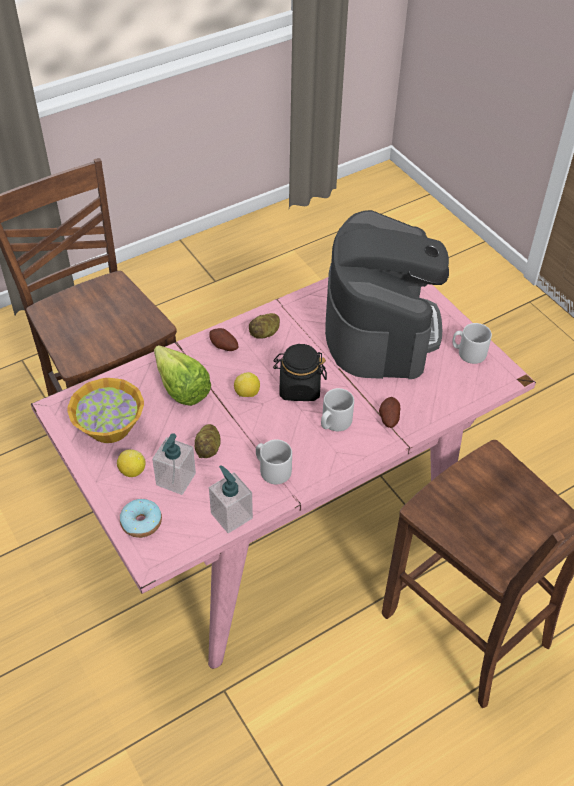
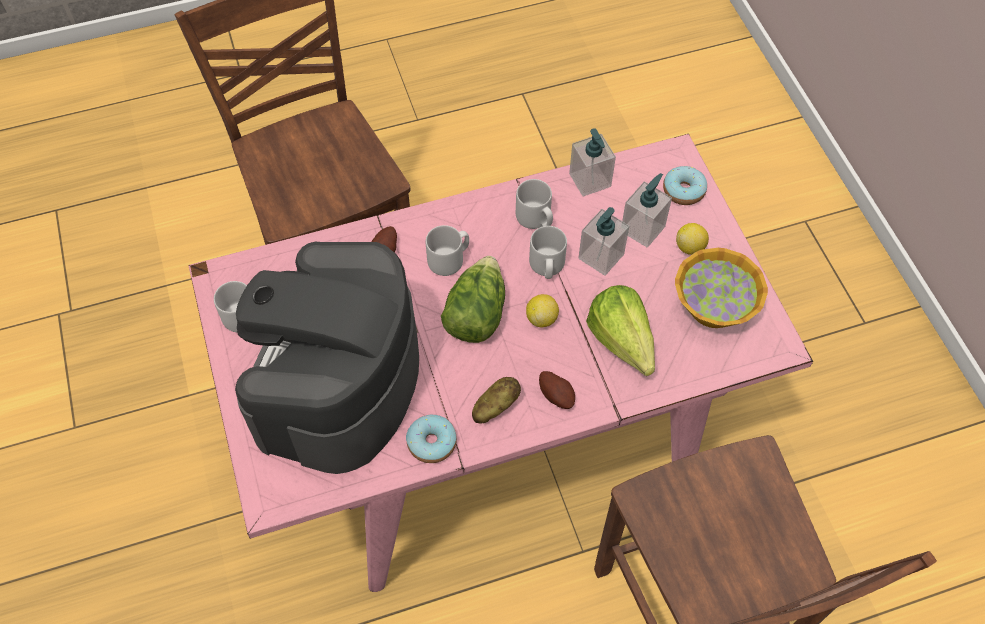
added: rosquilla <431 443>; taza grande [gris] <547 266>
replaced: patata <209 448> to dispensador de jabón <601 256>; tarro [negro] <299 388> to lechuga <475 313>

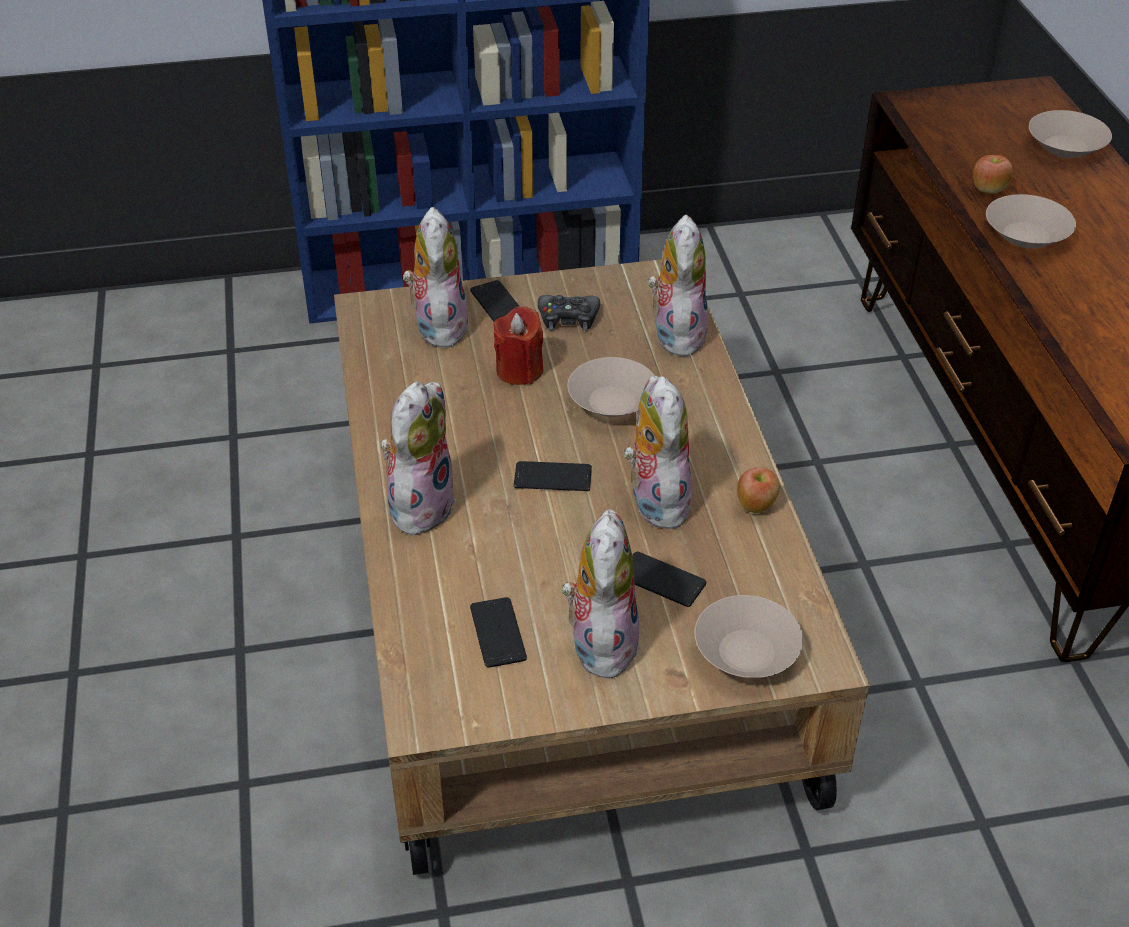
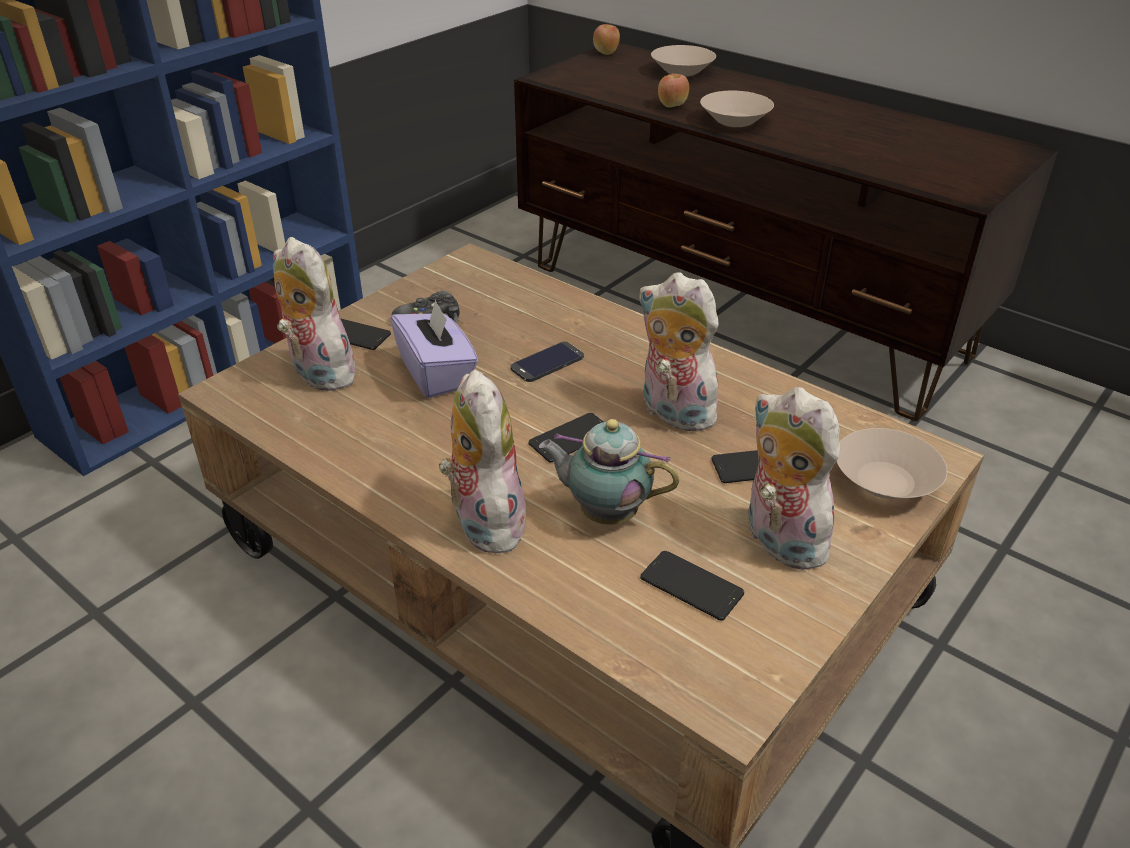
removed: peluche <676 333>
added: tetera <604 513>
moved: manzana <756 506> to <606 53>
replaced: vela [rojo] <519 370> to caja de pañuelos [morado] <437 374>; cuenco [beis] <613 404> to móvil <547 362>

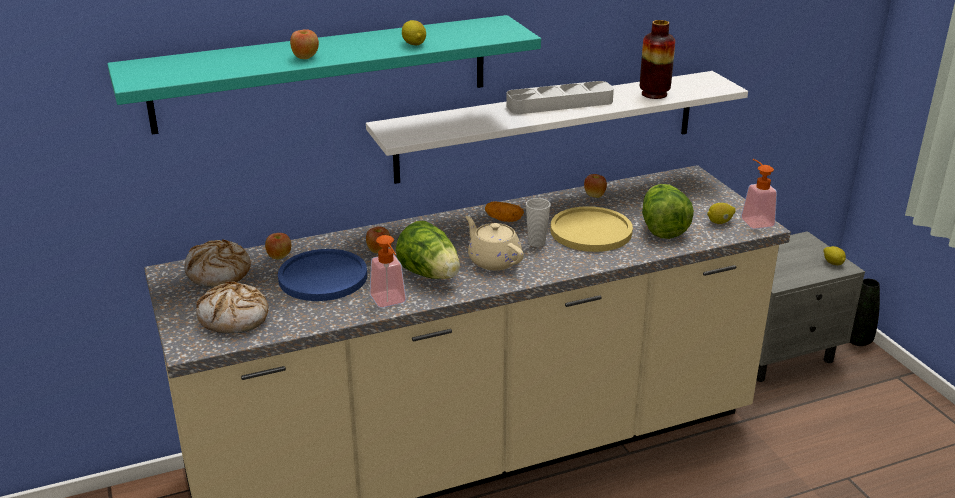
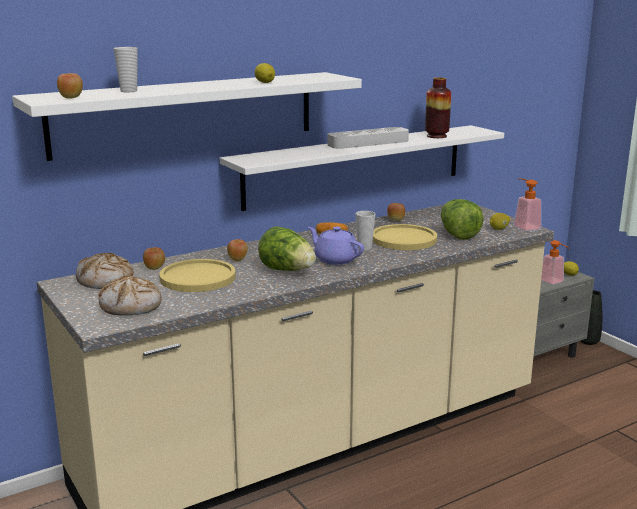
added: taza <128 91>
moved: manzana <305 57> to <71 98>; dispensador de jabón <390 302> to <554 282>
recoloured: estante [turquesa] <323 73> to estante [blanco] <186 113>; plato [azul] <323 277> to plato [amarillo] <198 277>; tetera [beis] <493 260> to tetera [morado] <335 259>

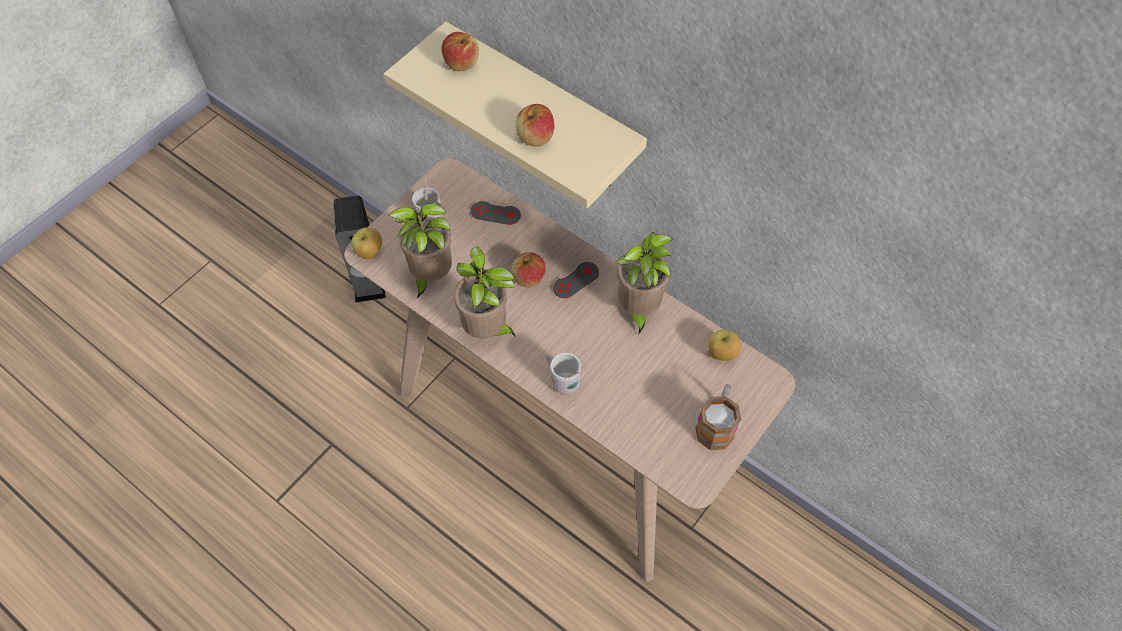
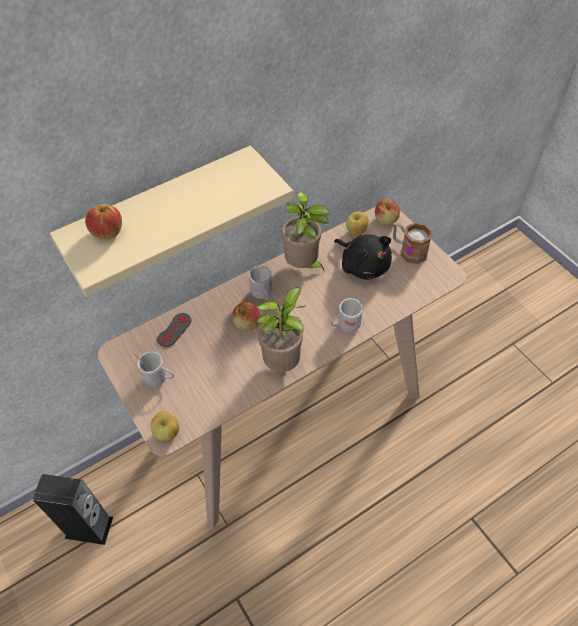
removed: planta en maceta <430 276>
added: peluche [negro] <363 265>
moved: manzana <535 137> to <386 220>
replaced: mando de consola [gris] <576 280> to taza grande [blanco] <262 295>

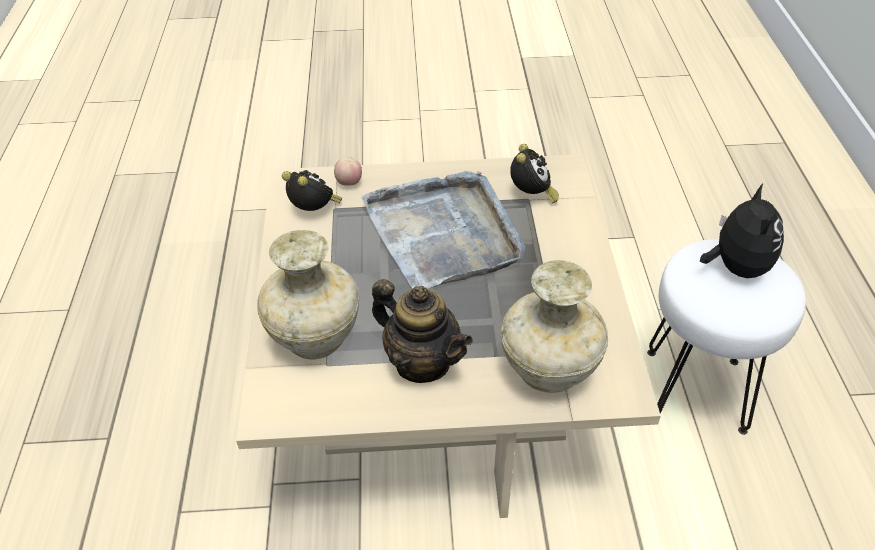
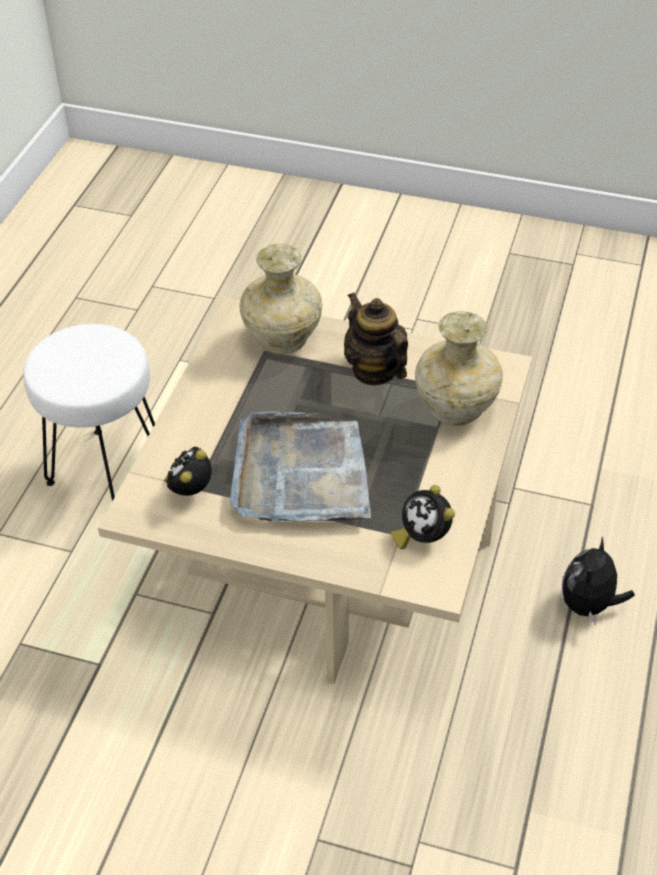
removed: manzana <349 183>
moved: peluche <735 267> to <589 605>

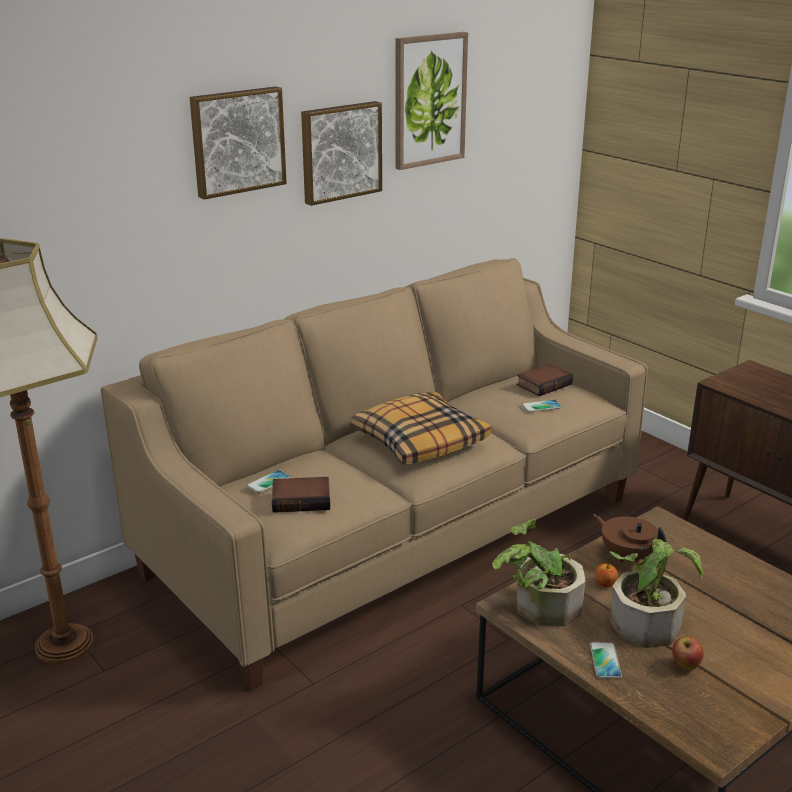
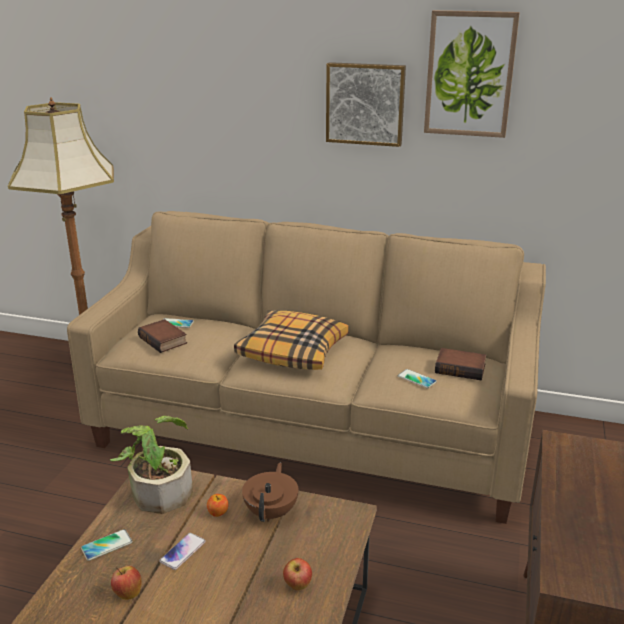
removed: cuadro <237 141>
added: manzana <297 586>
replaced: planta en maceta <648 619> to móvil <183 552>

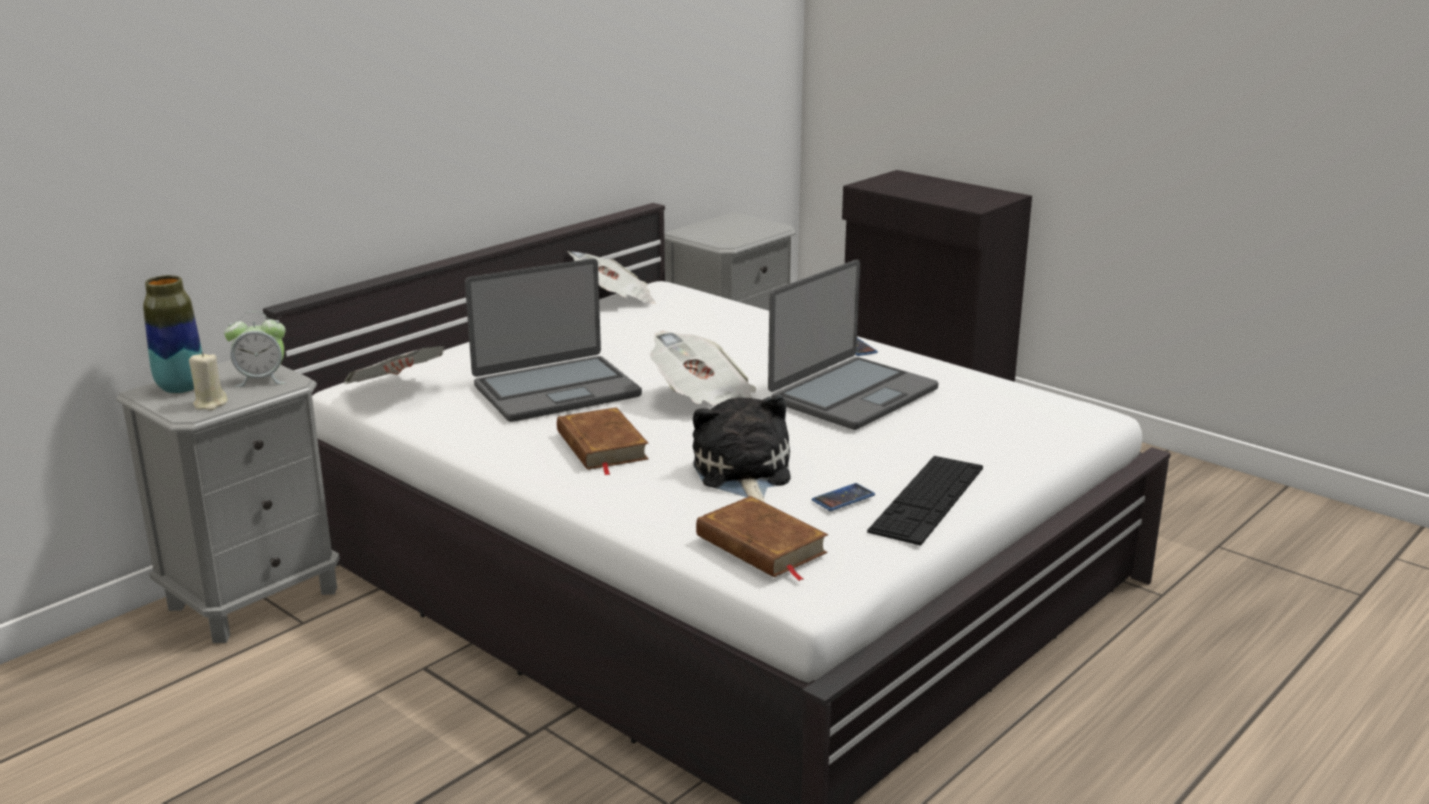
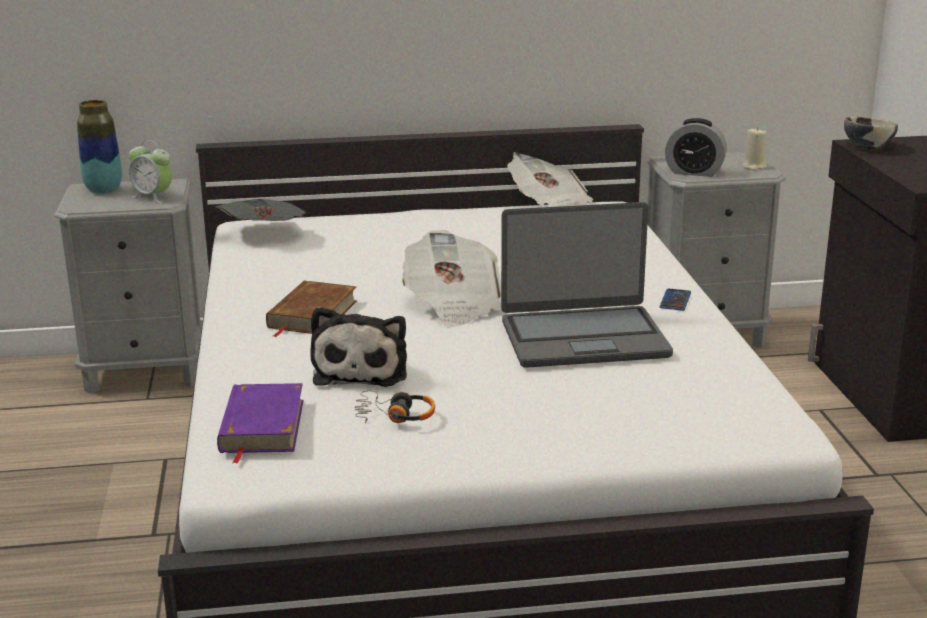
removed: portátil <555 390>; teclado <927 499>
added: despertador <694 172>; cuenco <867 147>
moved: vela [beis] <210 404> to <754 167>
replaced: móvil <843 498> to auriculares <394 416>
recoloured: libro [marrón] <760 545> to libro [morado] <261 426>
turned: peluche <742 474> = <362 370> 150 degrees clockwise

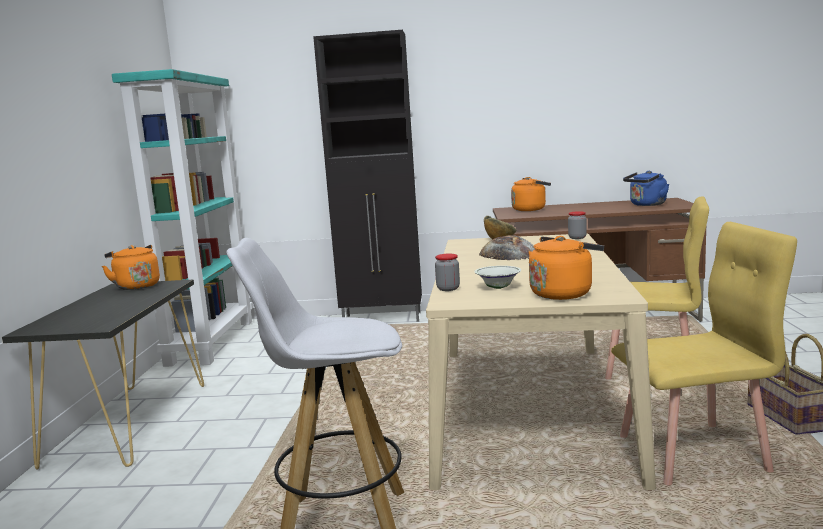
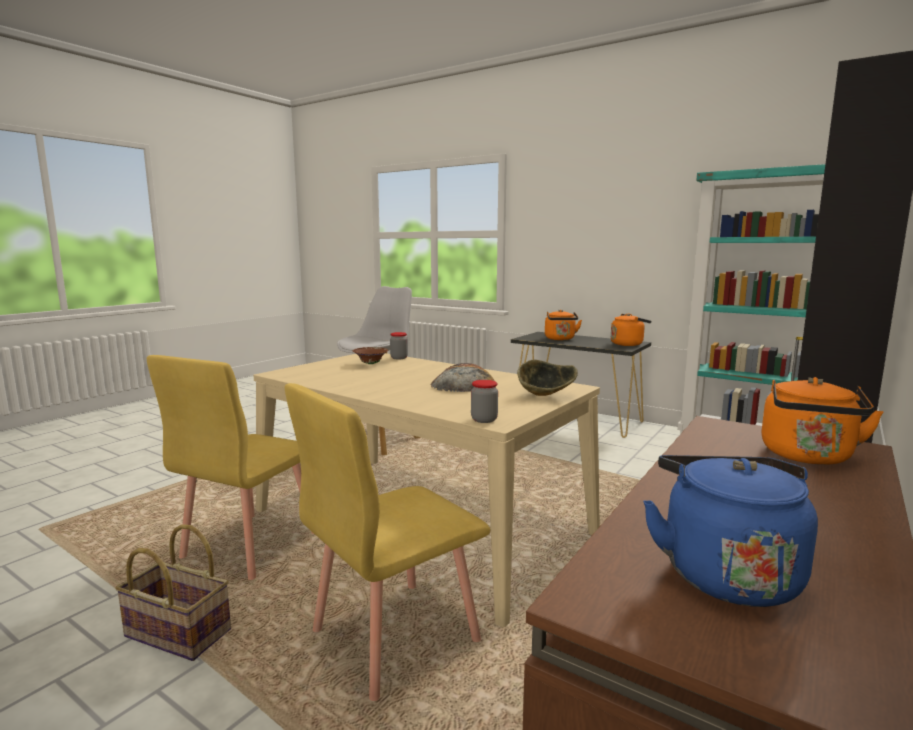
moved: hervidor [naranja] <563 293> to <560 339>
recoloured: cuenco [blanco] <498 288> to cuenco [marrón] <370 363>

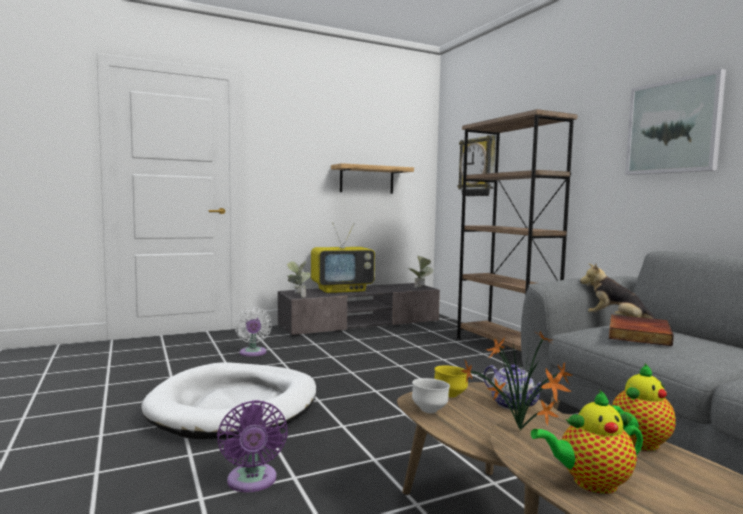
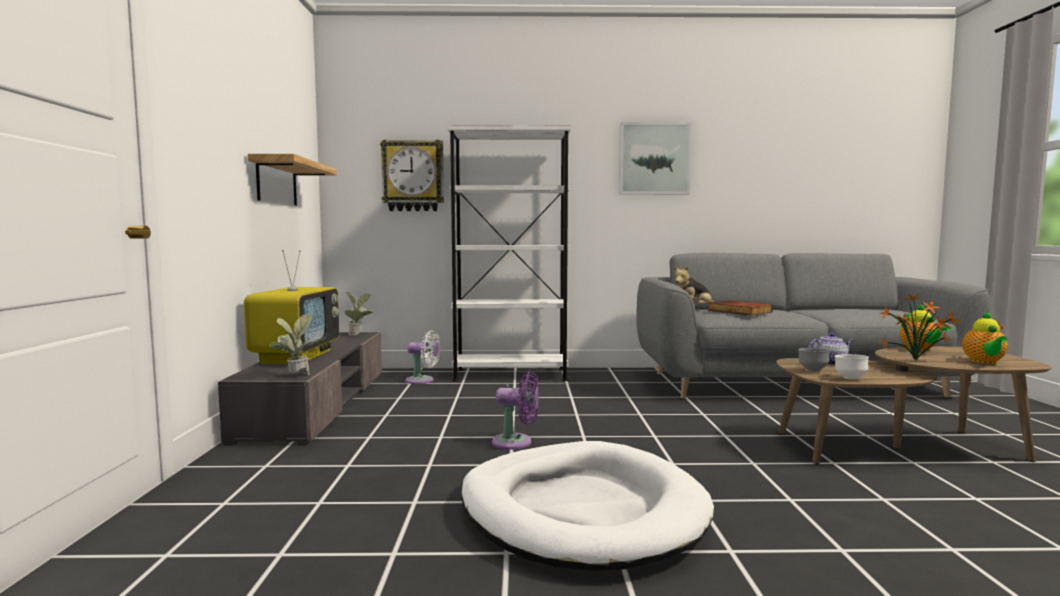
moved: ventilador [morado] <252 482> to <516 442>; ventilador [blanco] <253 353> to <422 381>
recoloured: cuenco [amarillo] <450 395> to cuenco [gris] <812 370>; estantería [marrón] <504 349> to estantería [blanco] <510 375>

